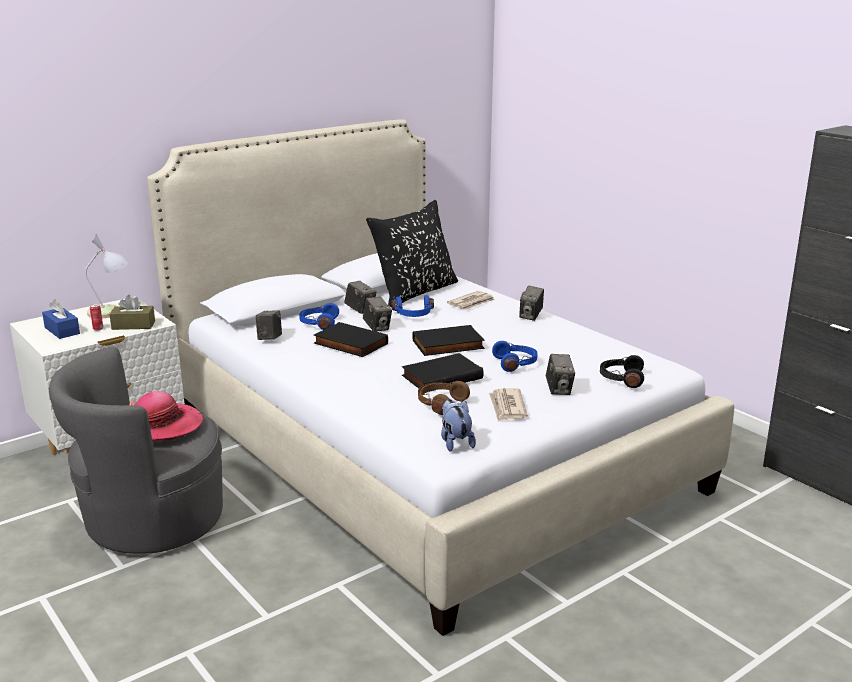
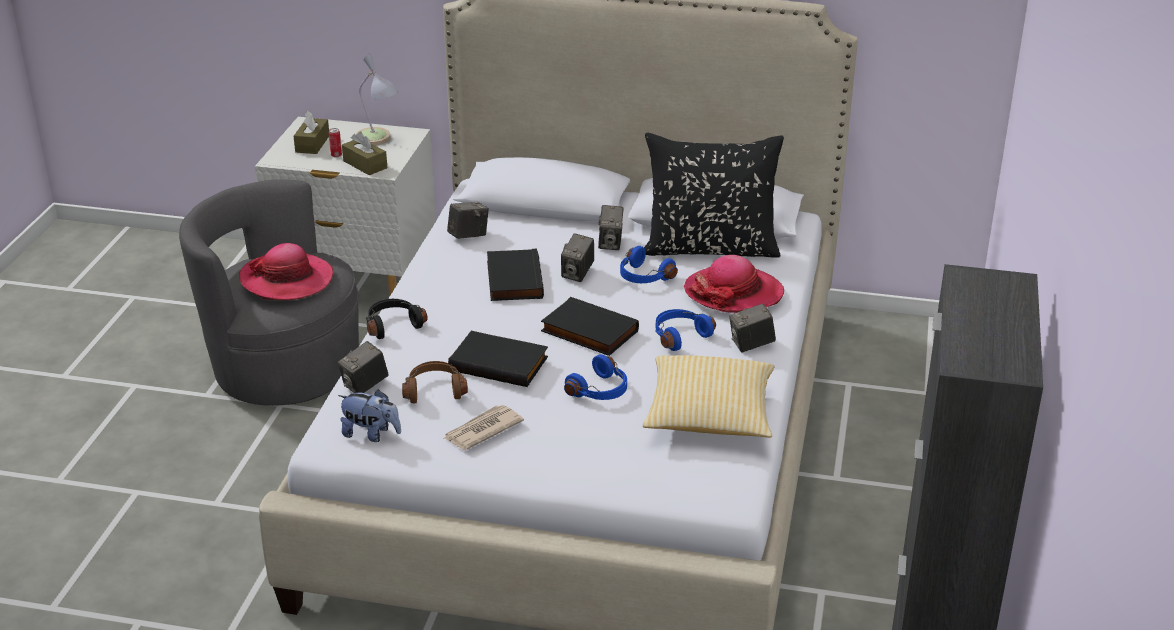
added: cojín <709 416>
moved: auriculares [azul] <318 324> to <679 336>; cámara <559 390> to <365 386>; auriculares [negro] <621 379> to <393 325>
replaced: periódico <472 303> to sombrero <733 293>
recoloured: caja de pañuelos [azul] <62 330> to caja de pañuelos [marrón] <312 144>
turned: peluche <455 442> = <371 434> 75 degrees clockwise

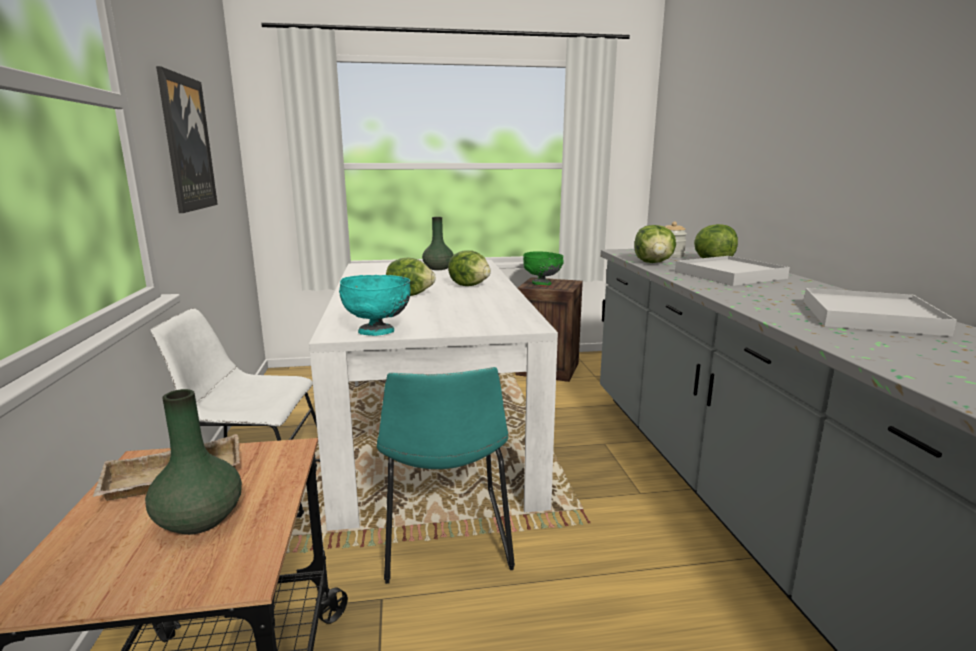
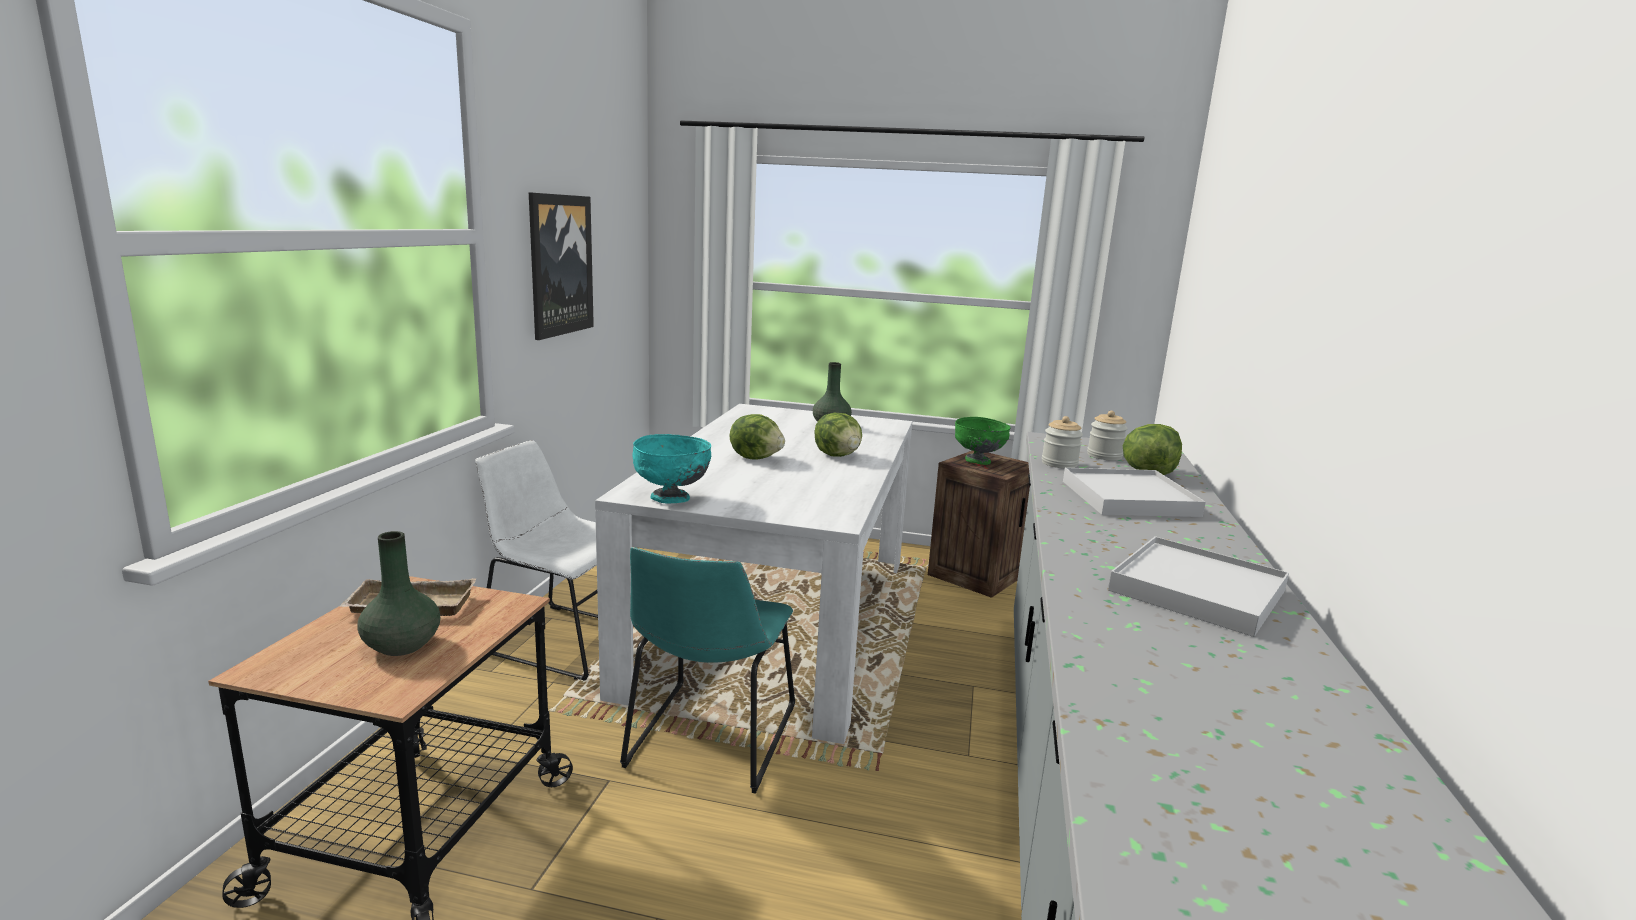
replaced: lechuga <653 263> to tarro <1059 463>

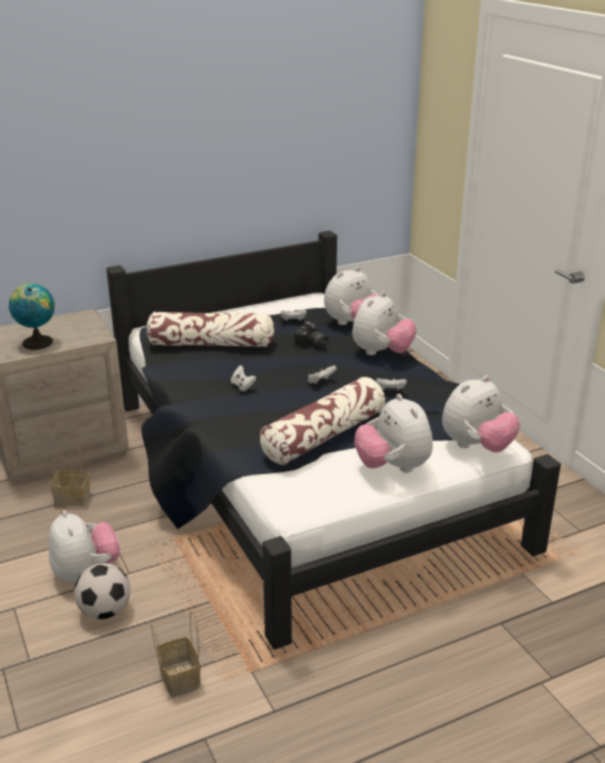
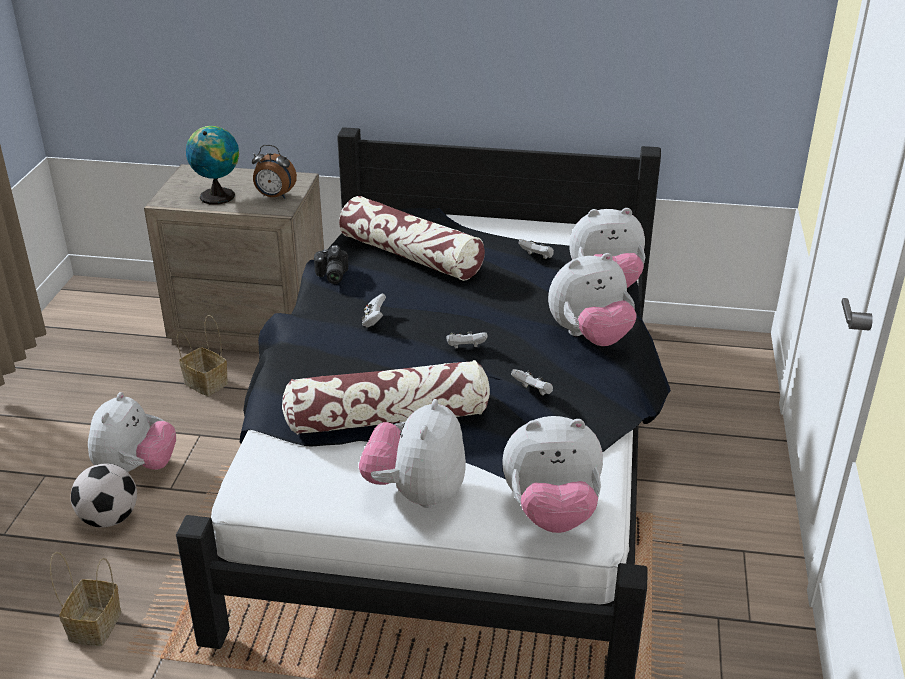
added: despertador <274 196>
moved: cámara <311 344> to <331 276>

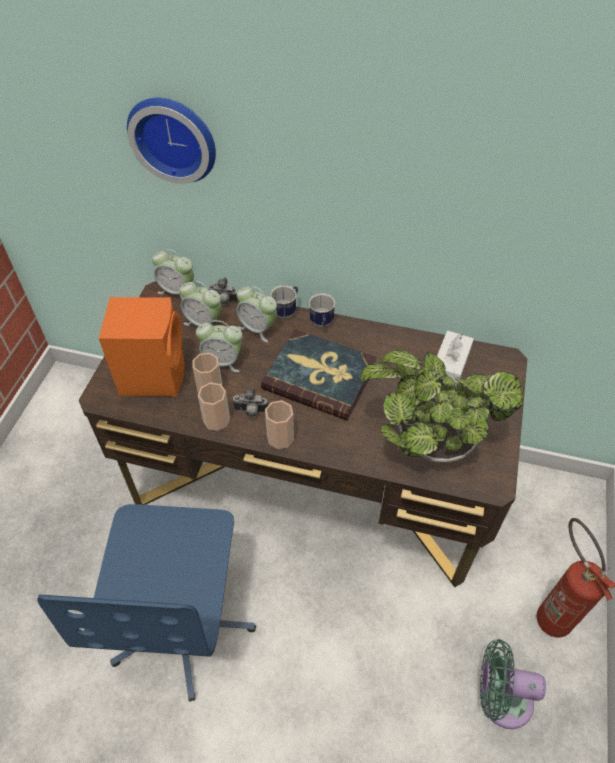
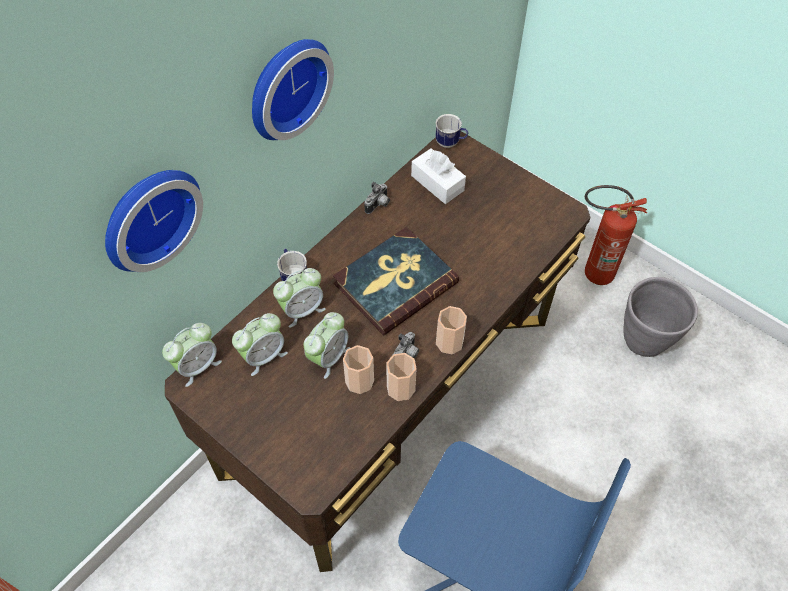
removed: altavoz [naranja] <153 374>; planta en maceta <428 442>
added: reloj de pared <285 86>
moved: cámara <223 301> to <378 205>; taza grande <322 324> to <450 143>
replaced: ventilador [verde] <500 699> to maceta [gris] <644 341>

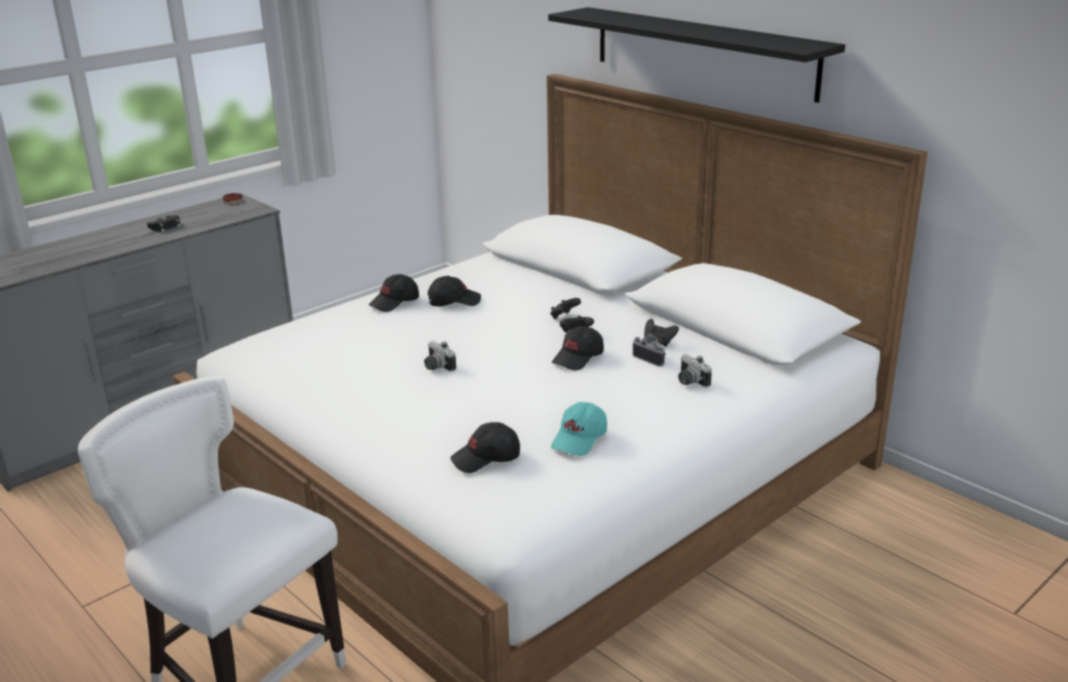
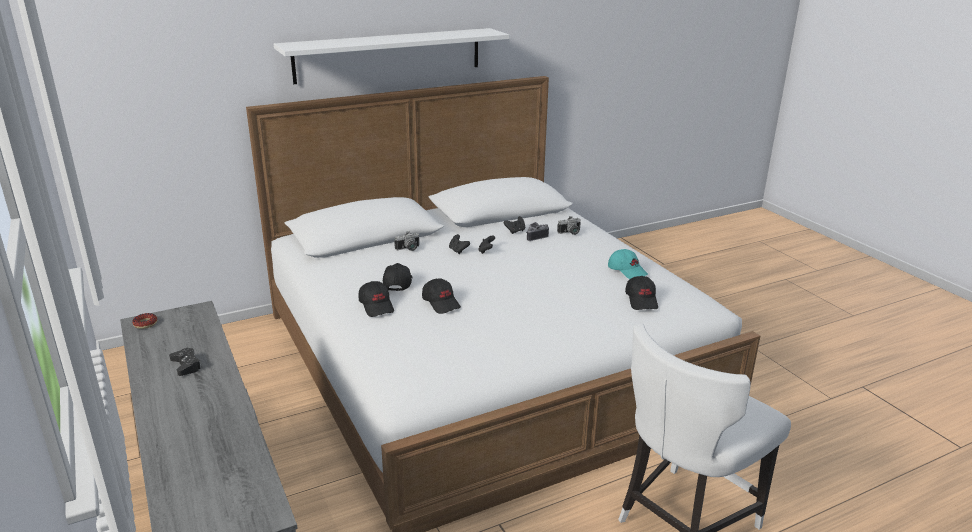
moved: cámara <436 367> to <408 249>; gorra [negro] <578 358> to <441 303>
recoloured: estante [negro] <702 52> to estante [blanco] <389 55>

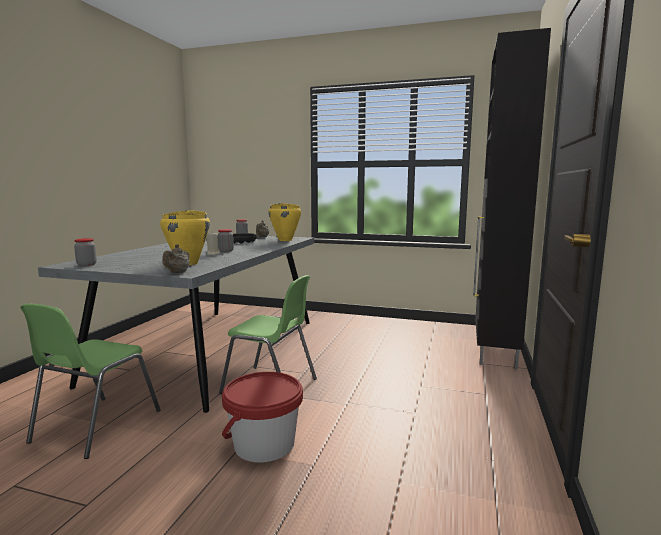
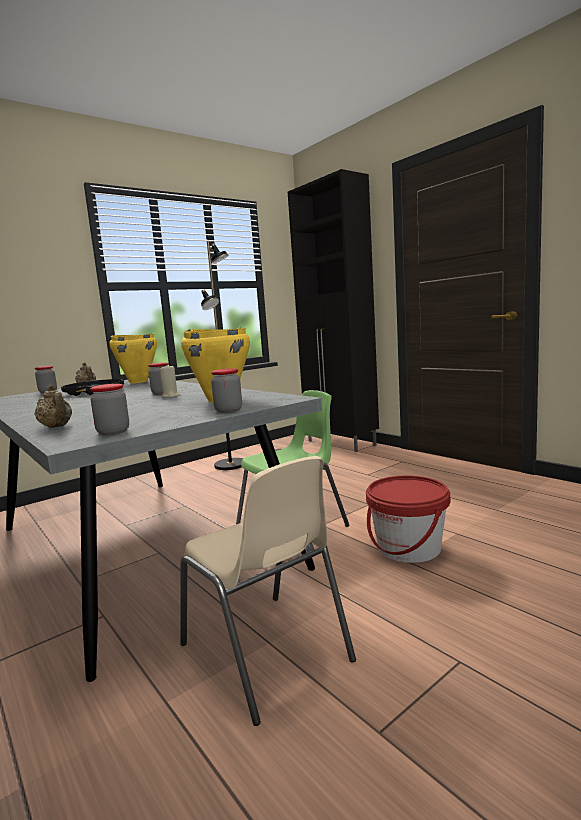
added: lámpara de pie [negro] <231 465>; tarro <228 410>
moved: tetera [beis] <177 273> to <56 427>
recoloured: silla [verde] <94 426> to silla [beis] <267 653>

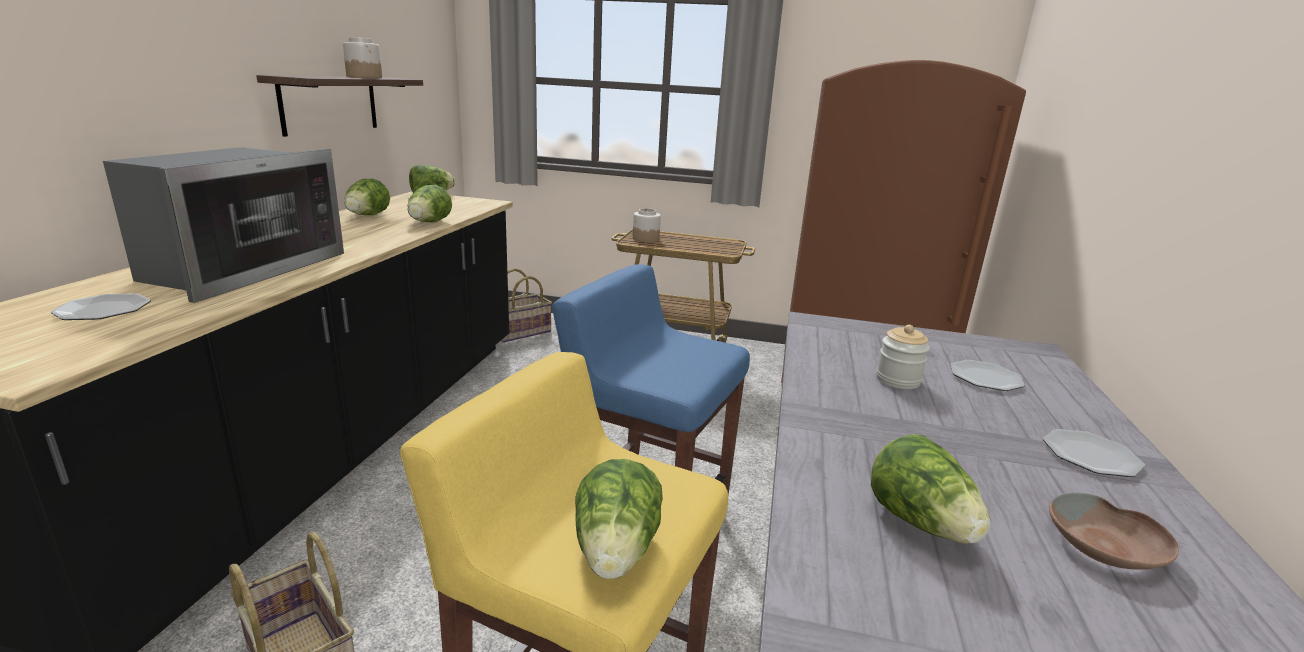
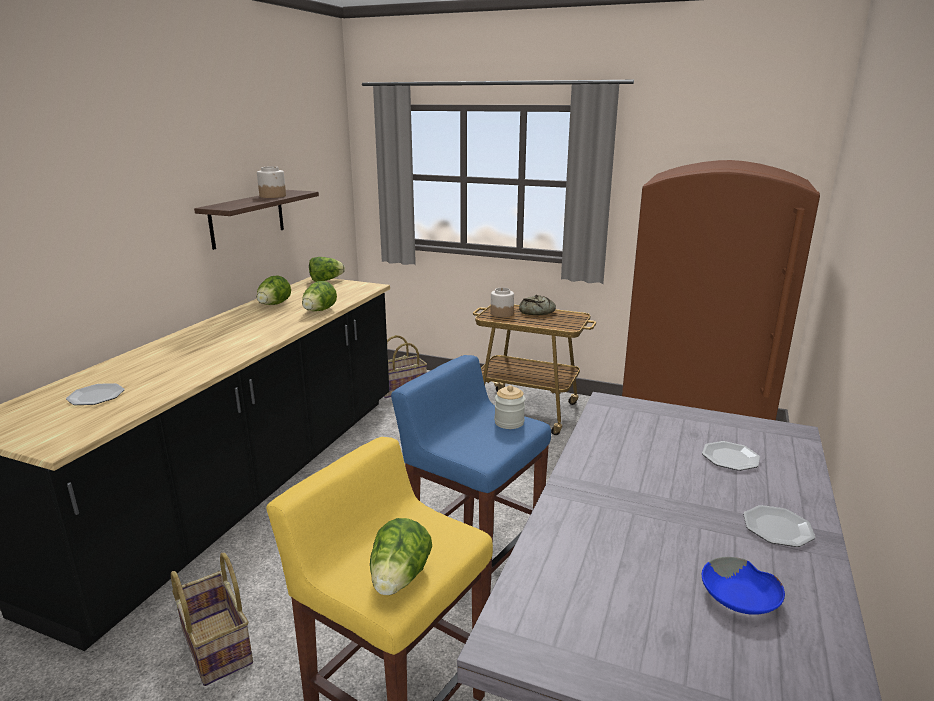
removed: microondas <241 268>; lechuga <920 523>
added: pan <536 311>
moved: tarro <897 380> to <509 422>
recoloured: cuenco [marrón] <1106 547> to cuenco [azul] <740 598>

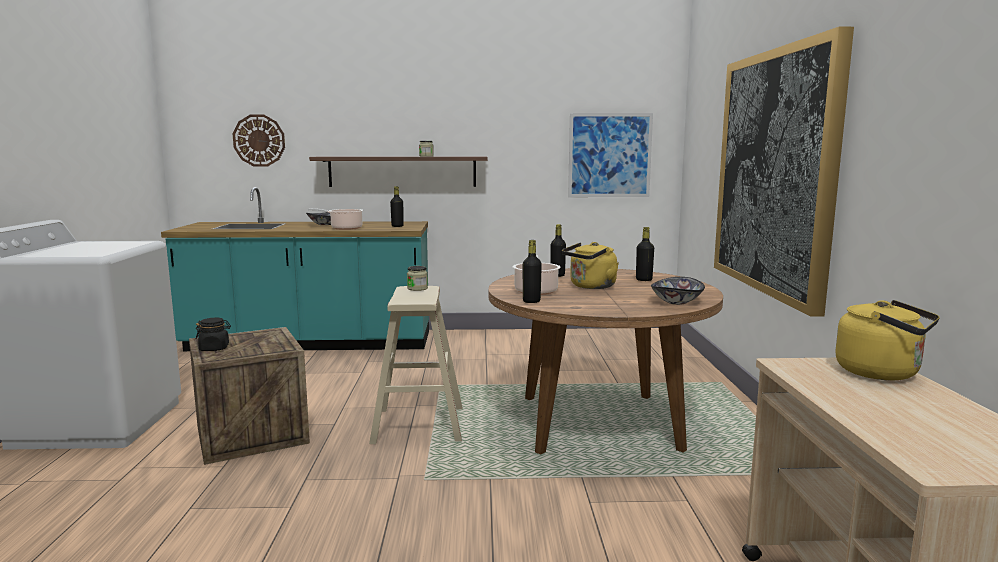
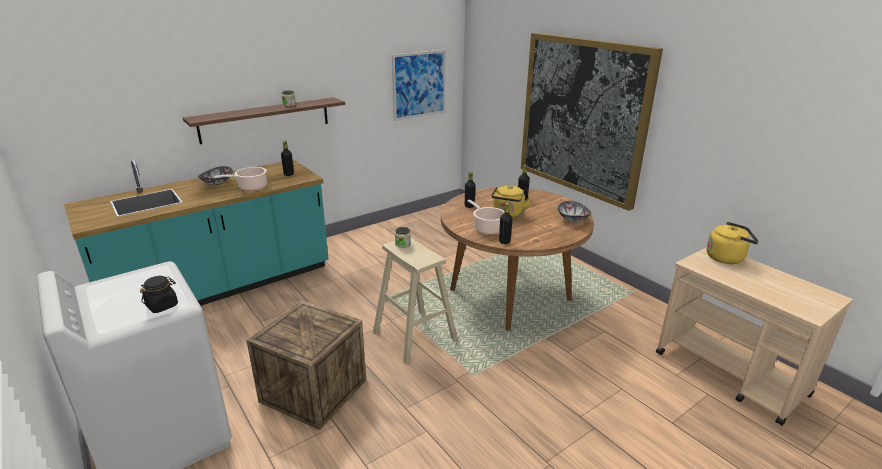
removed: reloj de pared <259 140>
moved: tarro [negro] <214 348> to <162 305>

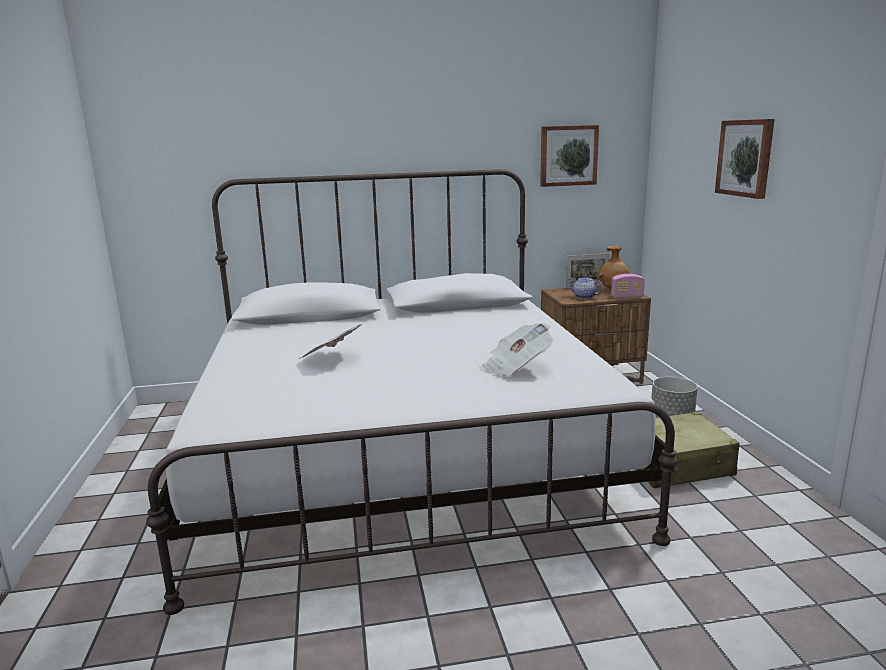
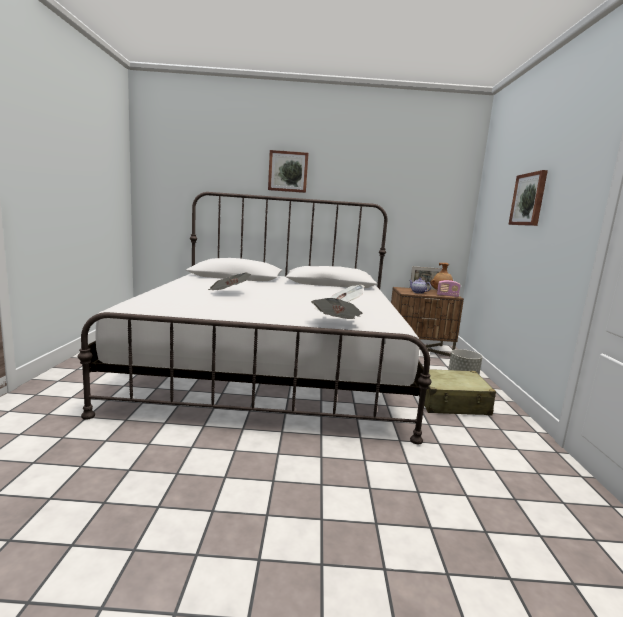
added: periódico <336 323>
moved: cuadro <568 155> to <288 171>

